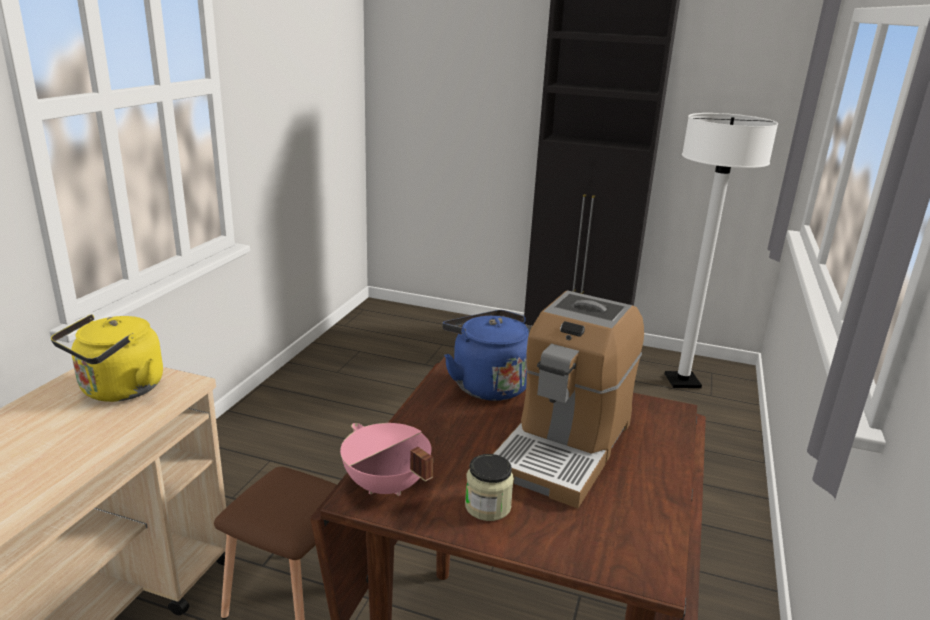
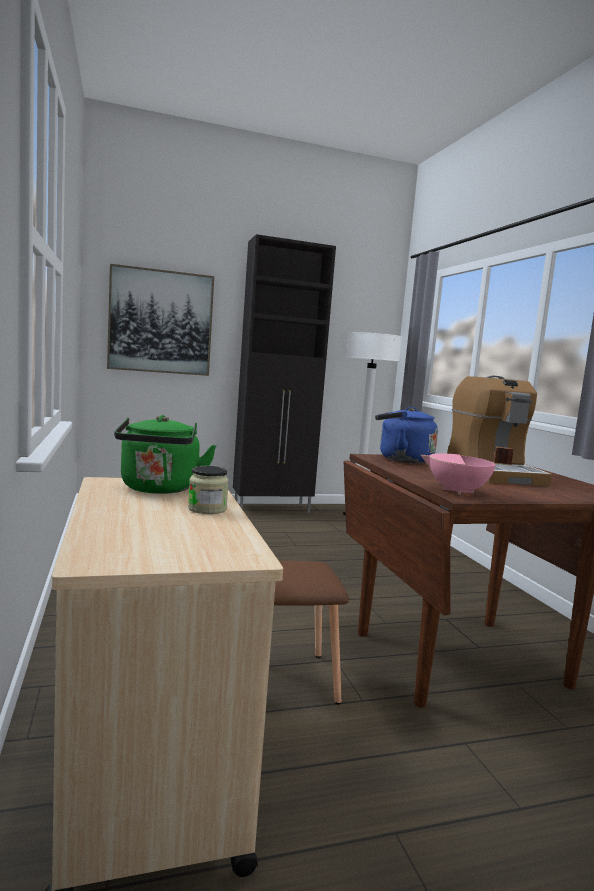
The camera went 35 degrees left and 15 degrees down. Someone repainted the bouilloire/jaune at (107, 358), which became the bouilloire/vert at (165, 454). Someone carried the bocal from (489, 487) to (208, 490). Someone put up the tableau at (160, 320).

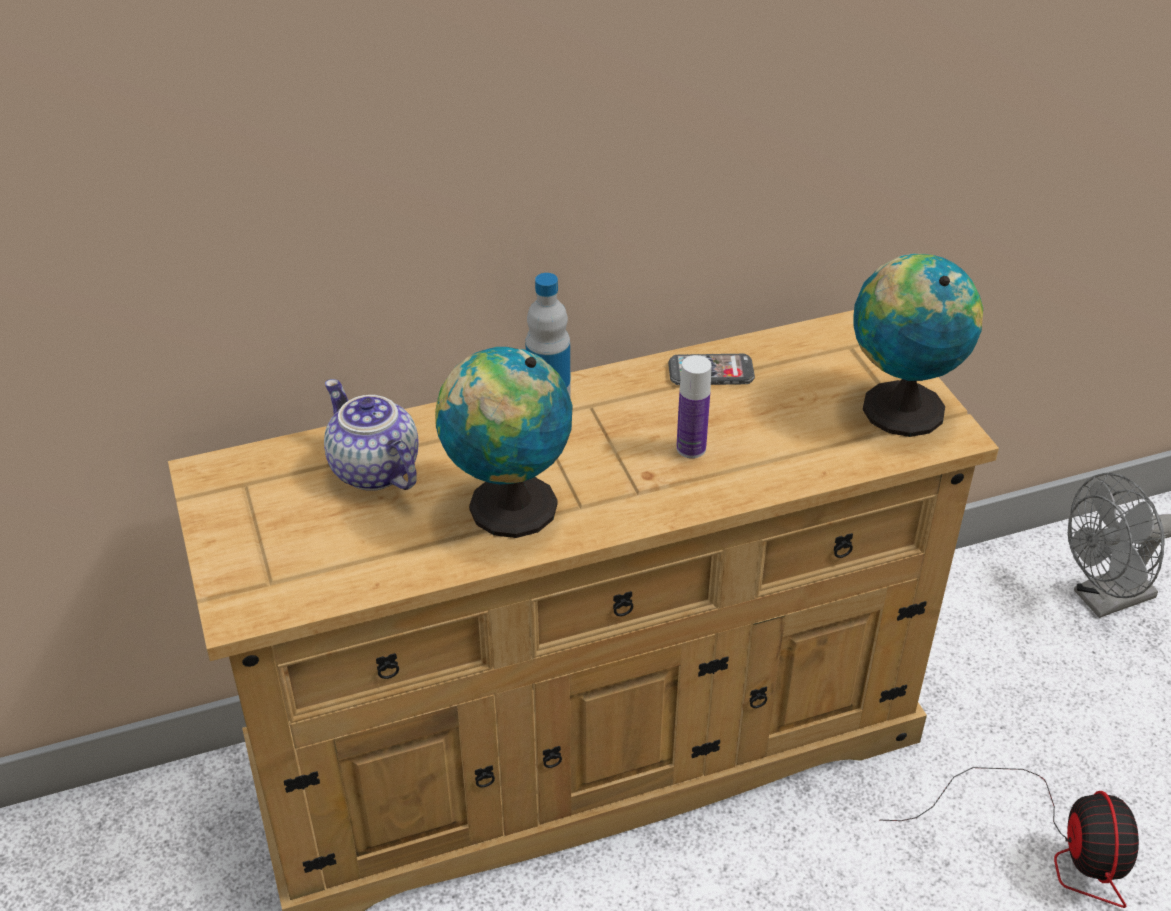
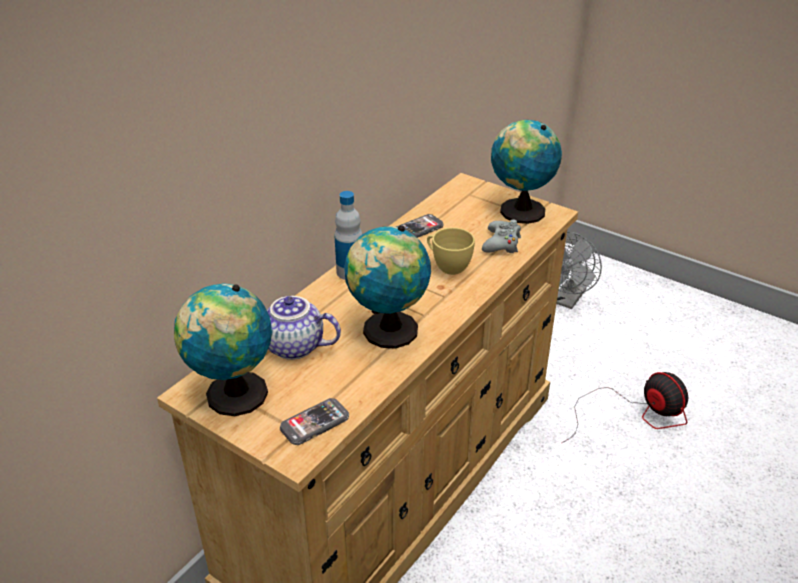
The camera went 35 degrees left and 5 degrees down. Someone swapped the bouteille at (694, 406) for the tasse/jaune at (451, 251). Someone put down the globe at (223, 349). Someone put down the téléphone at (314, 421). Someone put down the manette/gris at (501, 236).

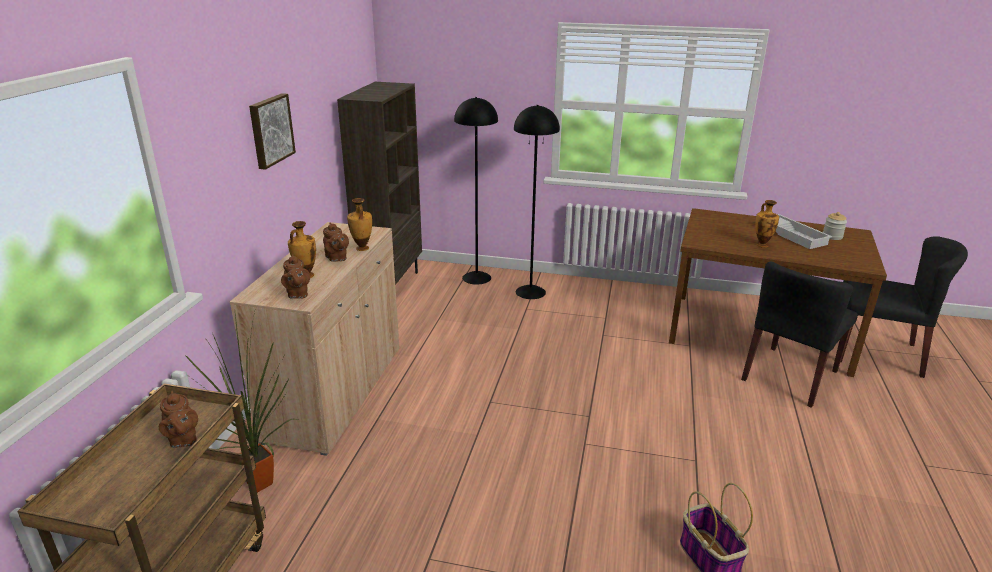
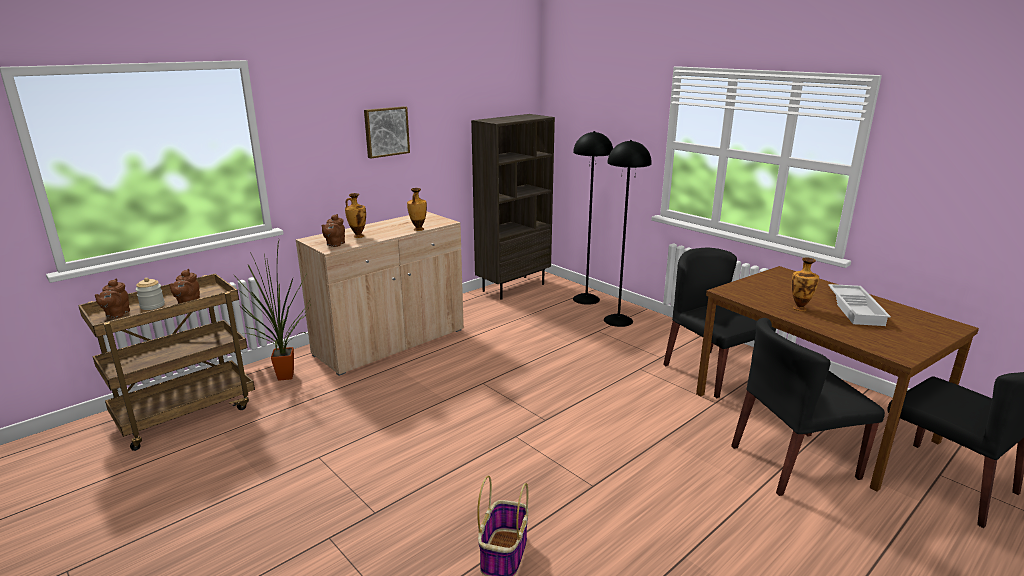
The camera went 35 degrees right and 5 degrees down. Someone carried the théière/marron from (336, 242) to (112, 298). Someone carried the bocal from (835, 226) to (150, 294). Someone put down the chaise/noir at (719, 323).

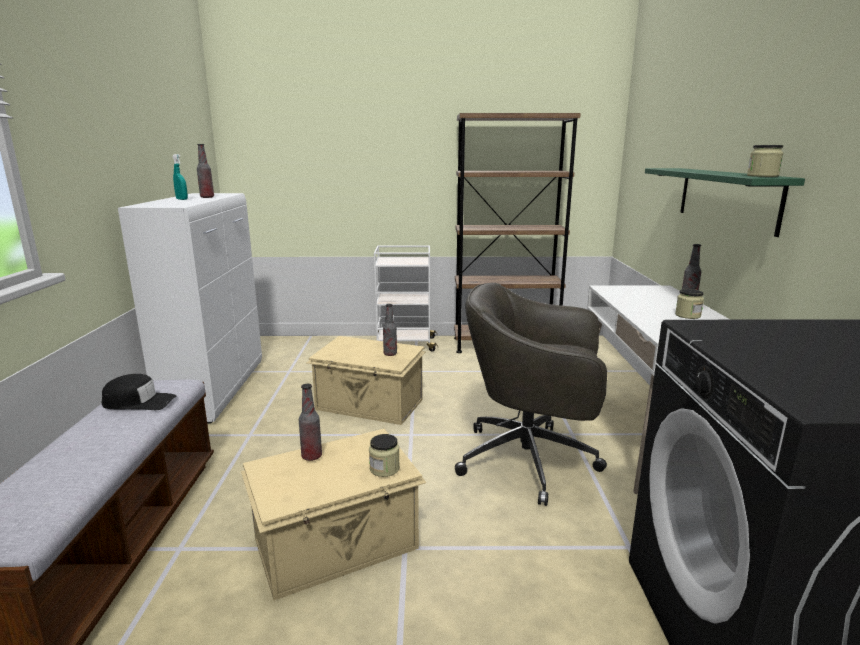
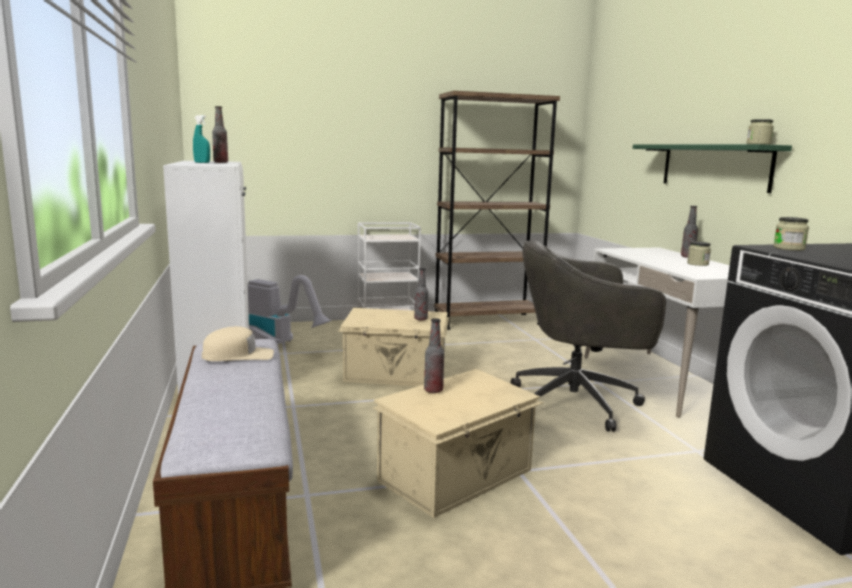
The camera went 15 degrees left and 5 degrees down. Someone repainted the casquette/noir at (139, 392), which became the casquette/beige at (238, 343). Someone carried the bocal from (384, 455) to (791, 234). Someone put down the aspirateur at (290, 309).

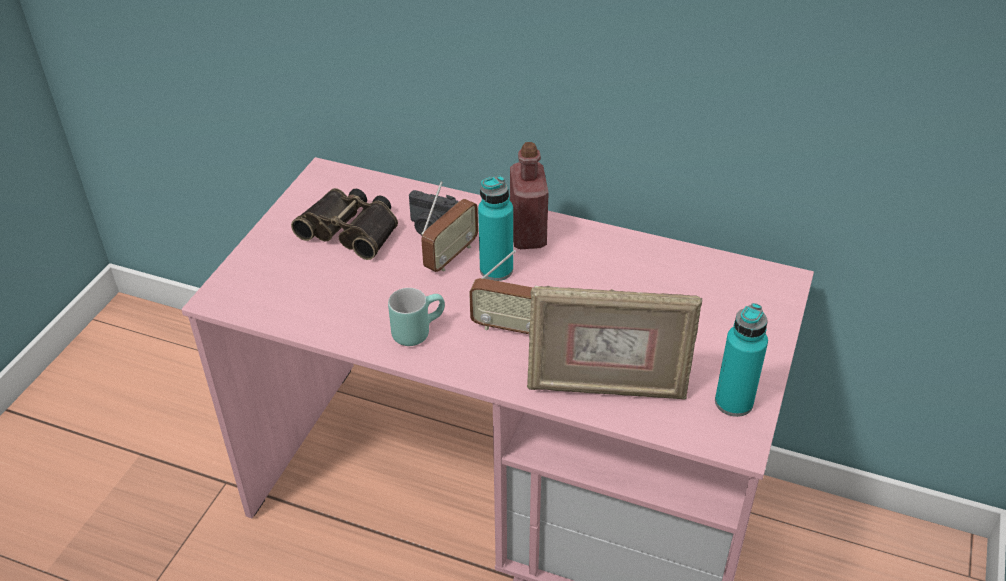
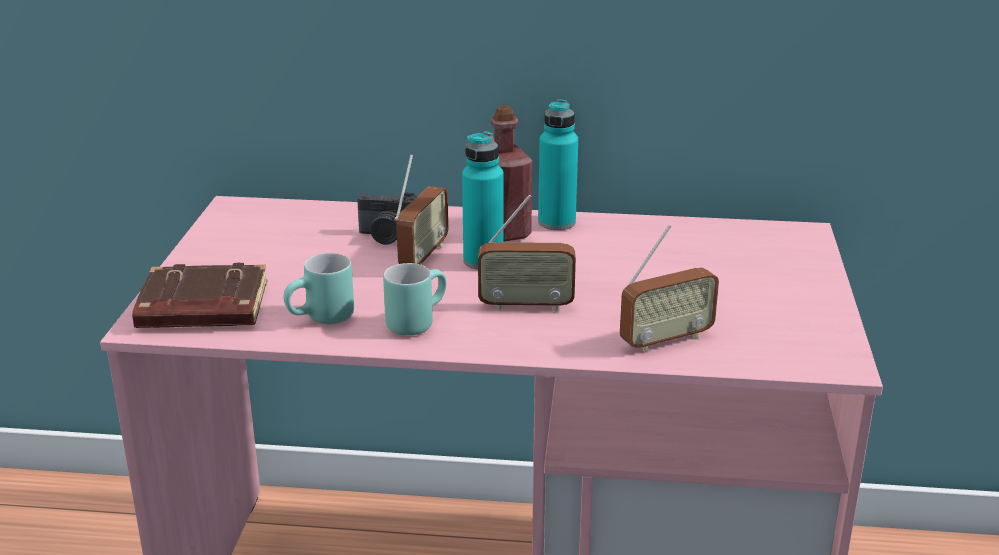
The camera went 15 degrees left and 15 degrees down. Someone took away the jumelles at (344, 224). Someone swapped the cadre photo at (614, 342) for the radio at (669, 289). Someone carried the bouteille/turquoise from (741, 360) to (558, 164). Someone put down the livre/marron at (199, 295). Someone put down the mug/turquoise at (319, 288).

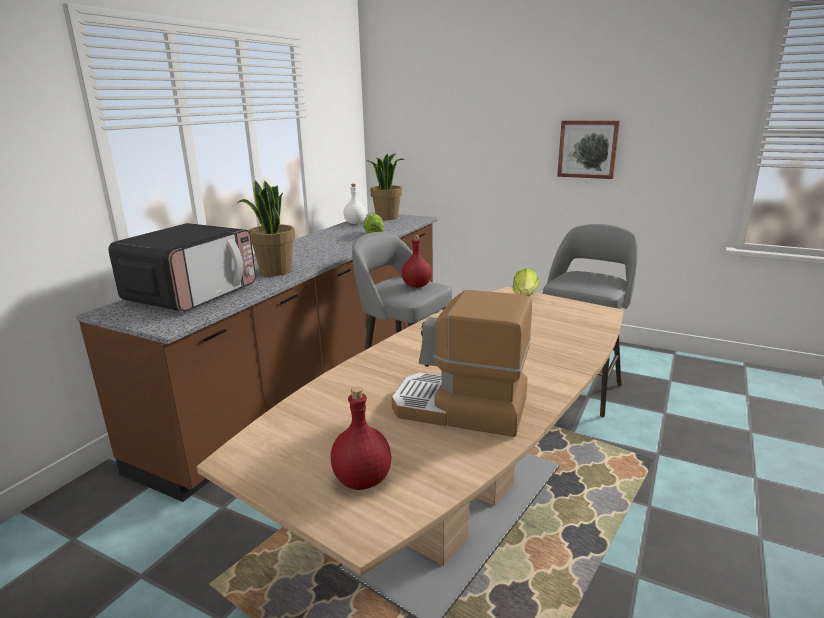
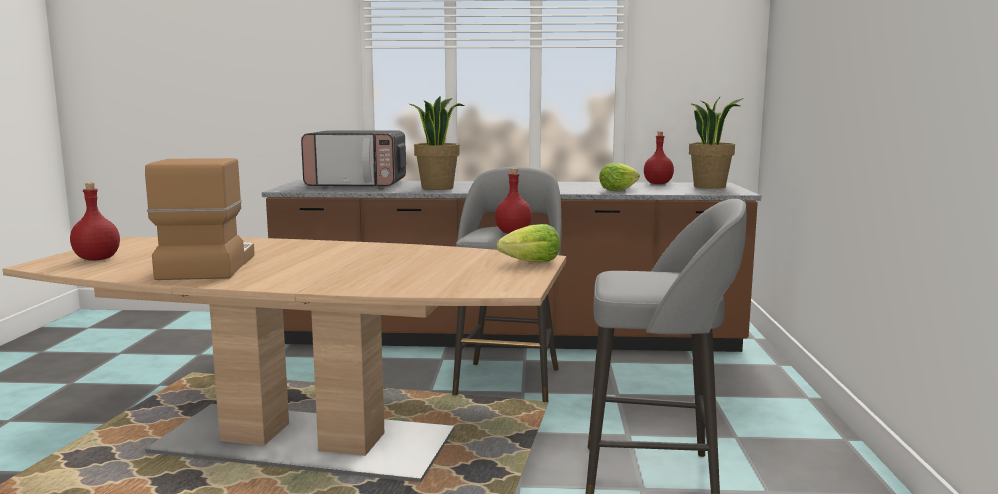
The camera went 65 degrees right and 10 degrees down. Someone repainted the bouteille/blanc at (354, 204), which became the bouteille/rouge at (659, 158). Someone took away the tableau at (588, 150).

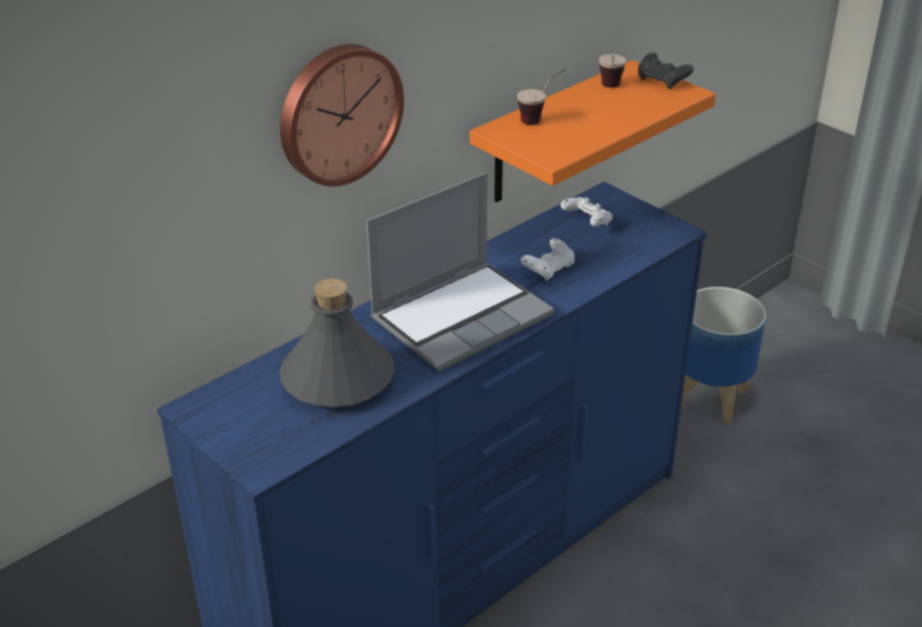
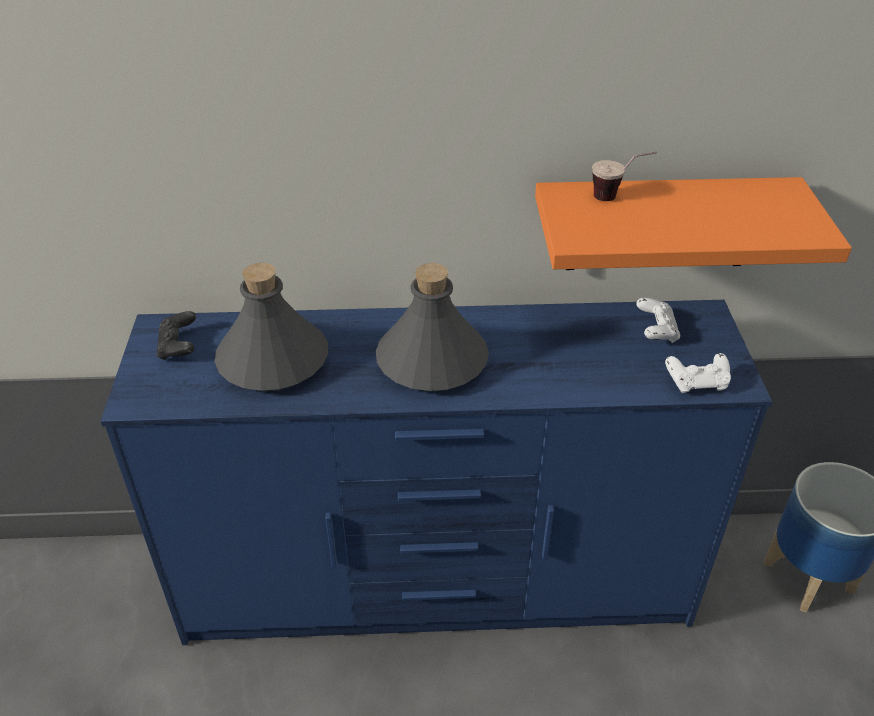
The camera went 40 degrees right and 5 degrees up. Someone took away the horloge murale at (342, 115). Someone swapped the ordinateur portable at (460, 271) for the bouteille/gris at (432, 327). Someone carried the manette/blanc from (548, 259) to (698, 373). Someone took away the tasse at (612, 71). Someone carried the manette/noir from (666, 70) to (176, 335).

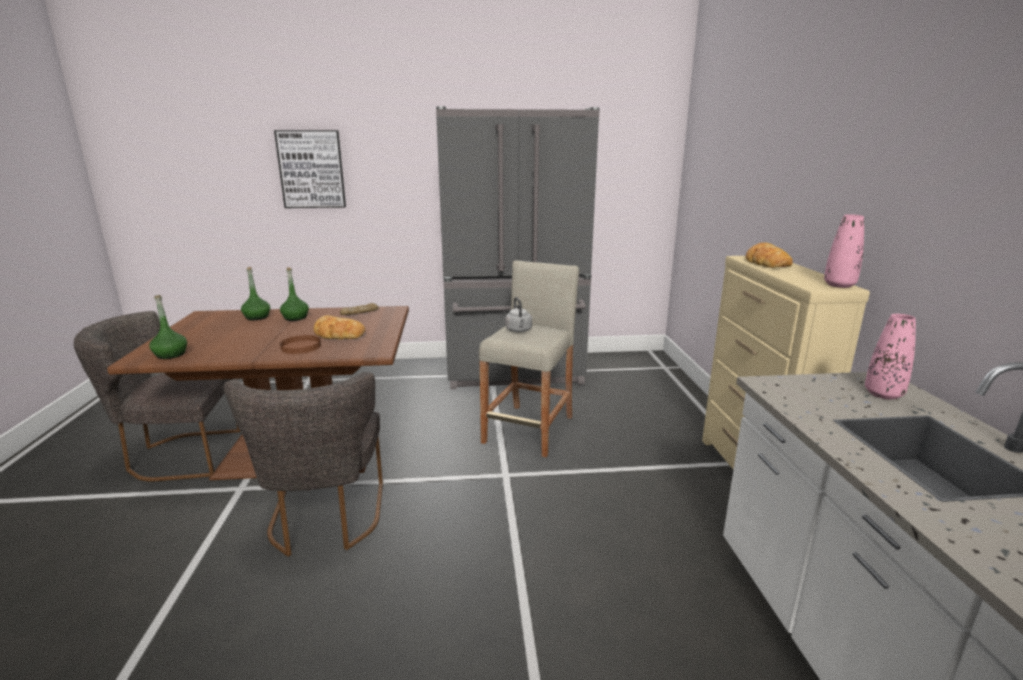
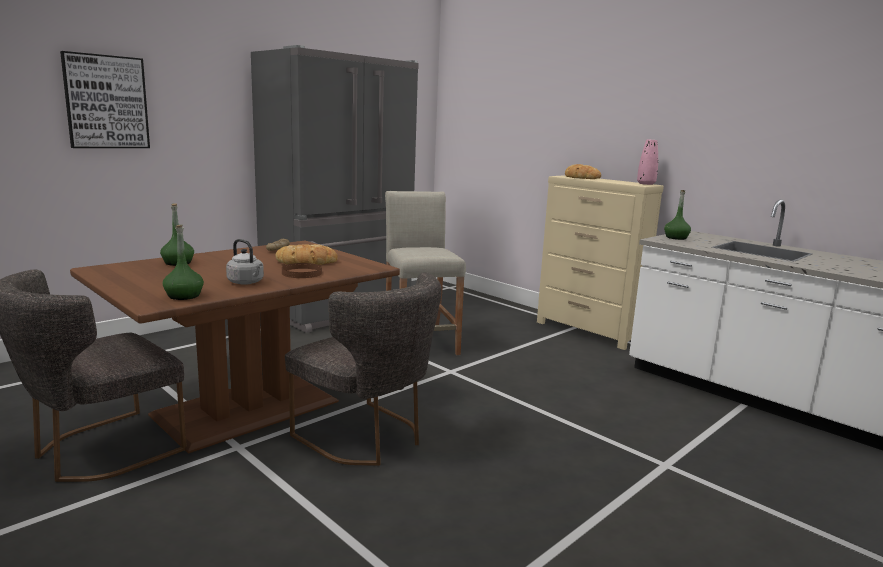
The camera went 40 degrees left and 5 degrees down. Someone carried the bouteille/vert from (294, 294) to (677, 215). Someone carried the bouilloire/gris from (518, 314) to (245, 262). Someone took away the vase/rose at (890, 357).

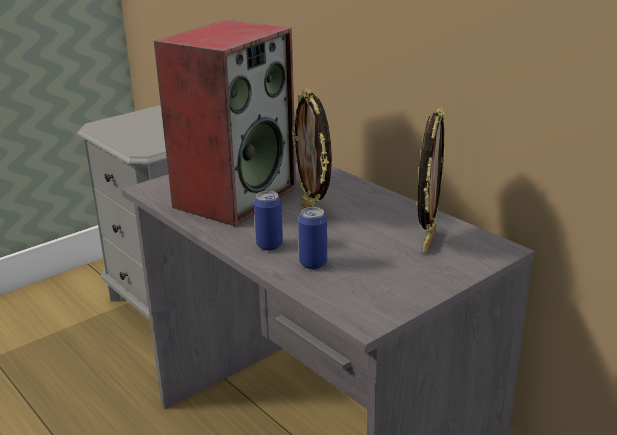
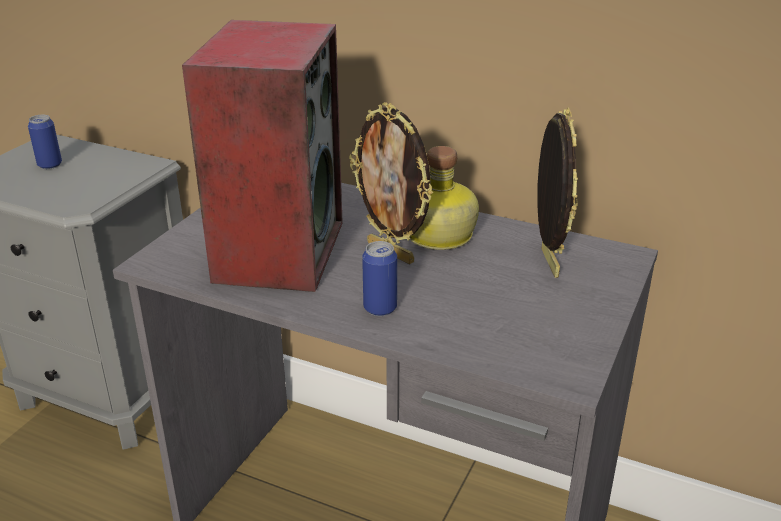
The camera went 25 degrees left and 5 degrees up. Someone carried the boîte métallique from (312, 238) to (45, 142). Someone put down the bouteille at (444, 198).

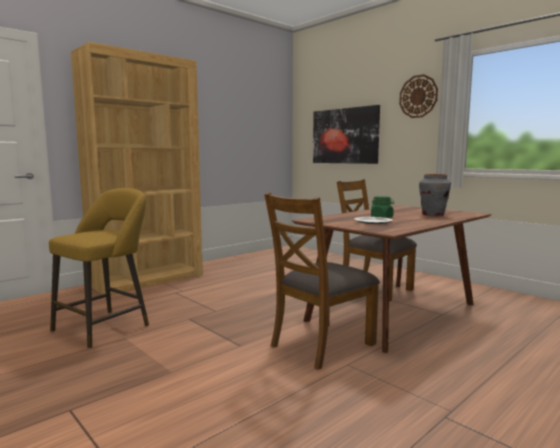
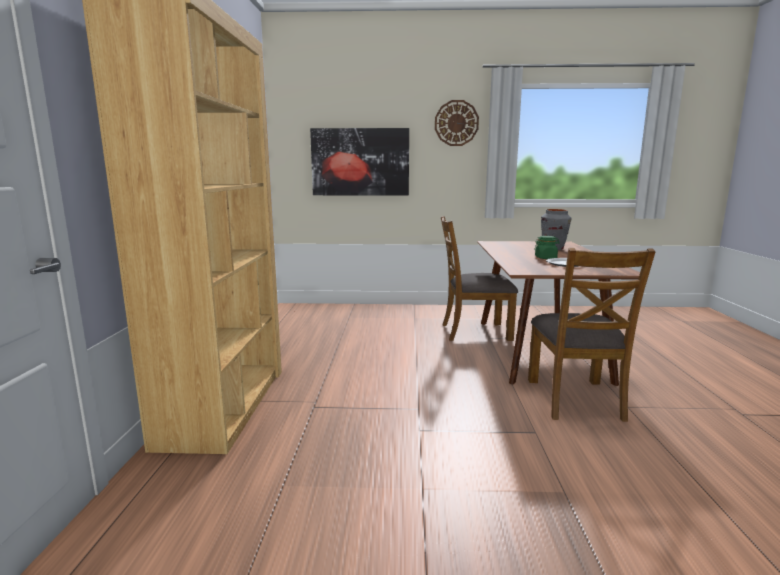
The camera went 45 degrees left and 5 degrees up. Someone took away the tabouret/jaune at (99, 268).

